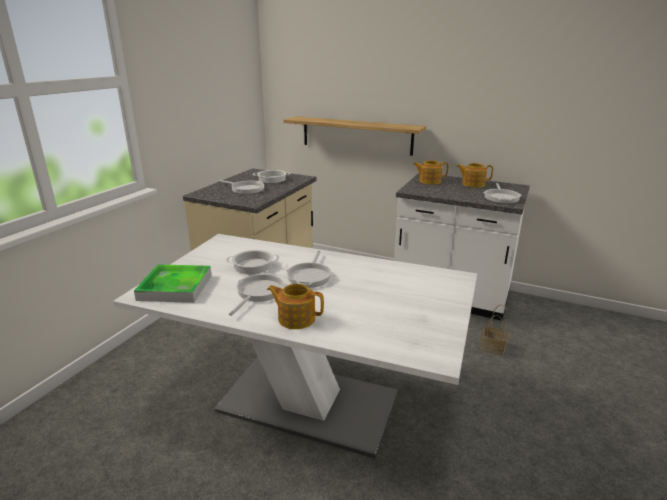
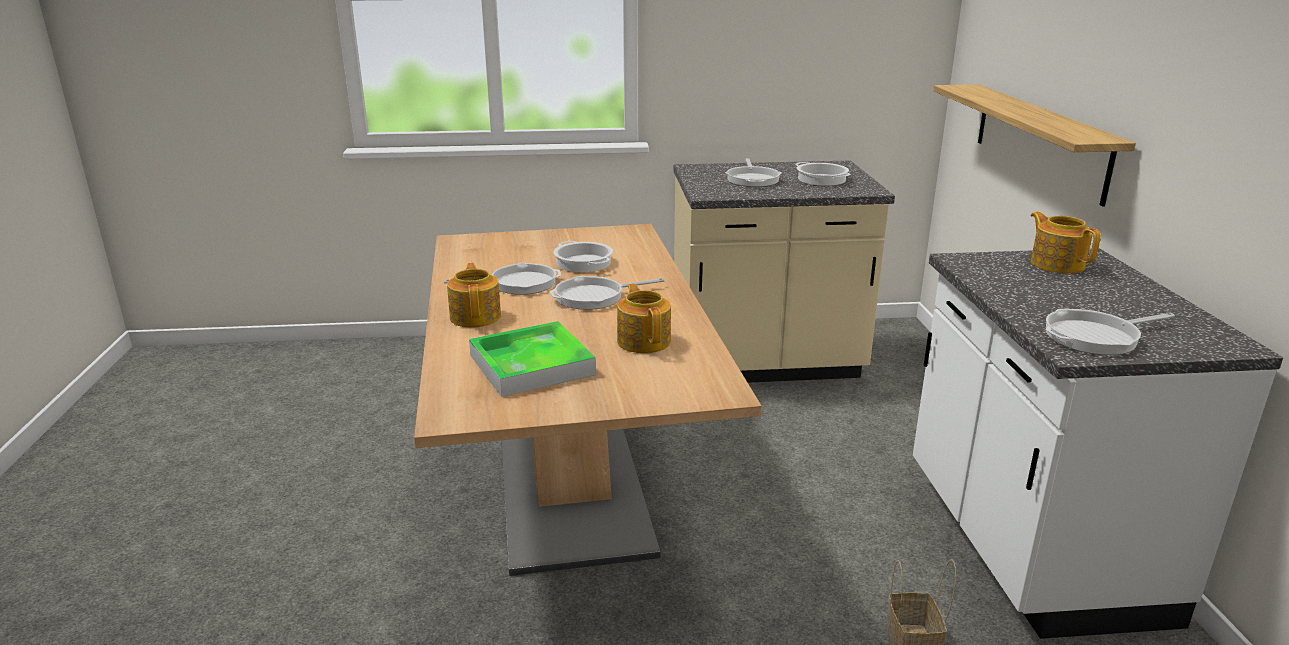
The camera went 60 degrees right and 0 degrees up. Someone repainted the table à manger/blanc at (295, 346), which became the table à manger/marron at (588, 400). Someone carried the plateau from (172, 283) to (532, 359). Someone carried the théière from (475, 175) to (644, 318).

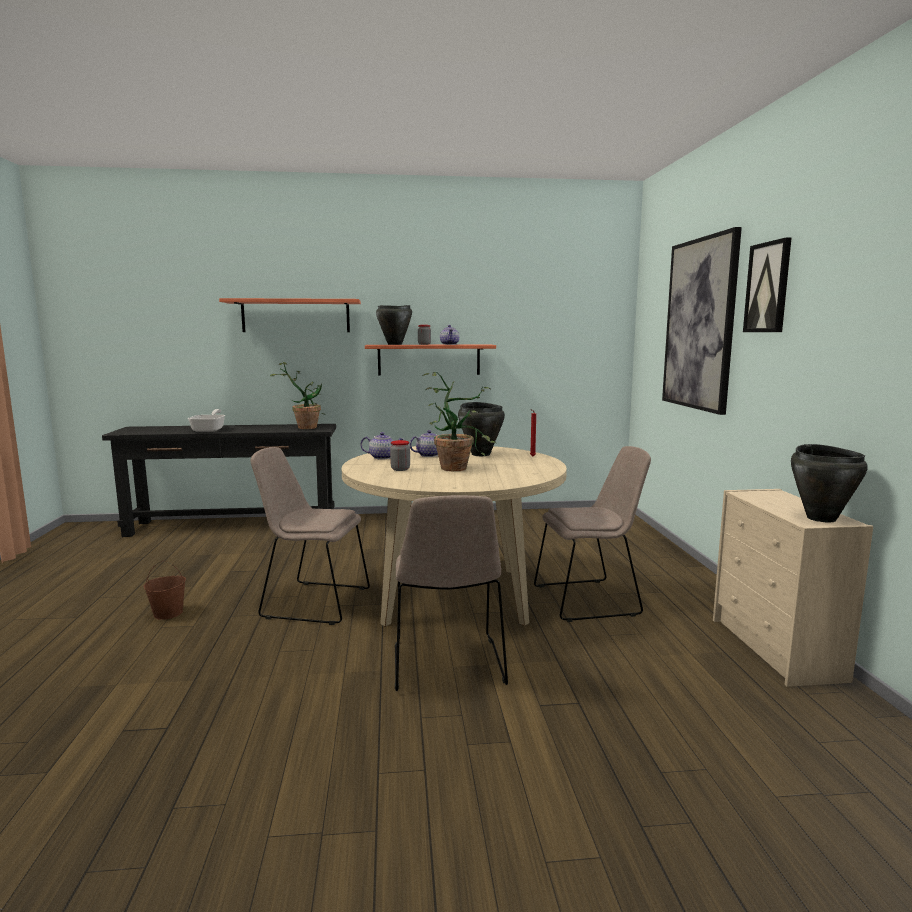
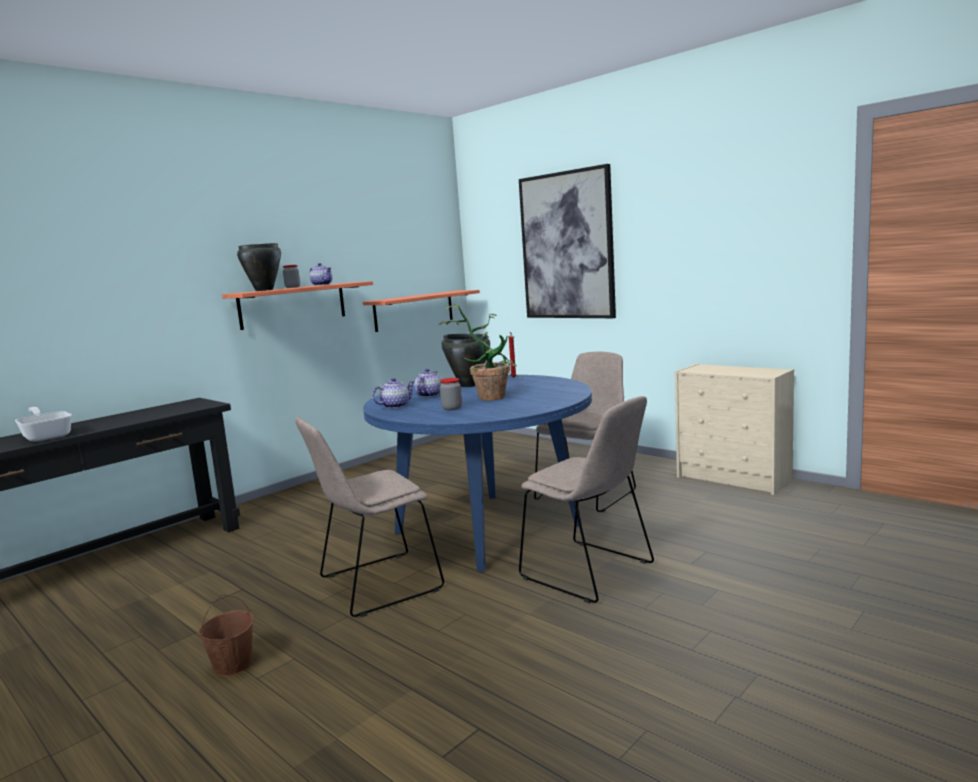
The camera went 40 degrees left and 0 degrees up. Someone carried the étagère from (290, 315) to (421, 311). Someone took away the plante en pot at (297, 395). Someone repainted the table à manger/beige at (454, 536), which became the table à manger/bleu at (477, 473). Someone took away the tableau at (767, 284). Someone took away the marmite/noir at (829, 483).

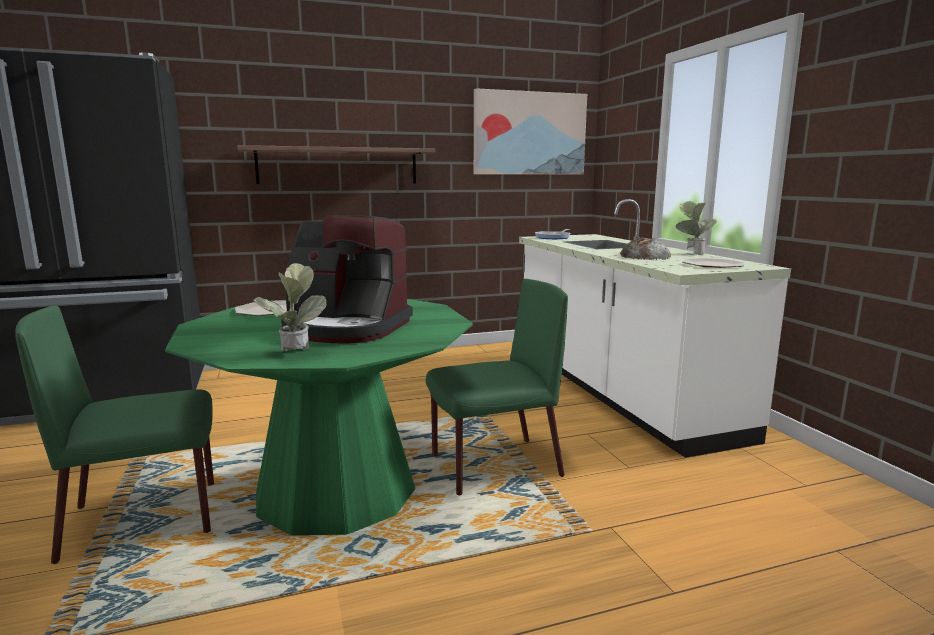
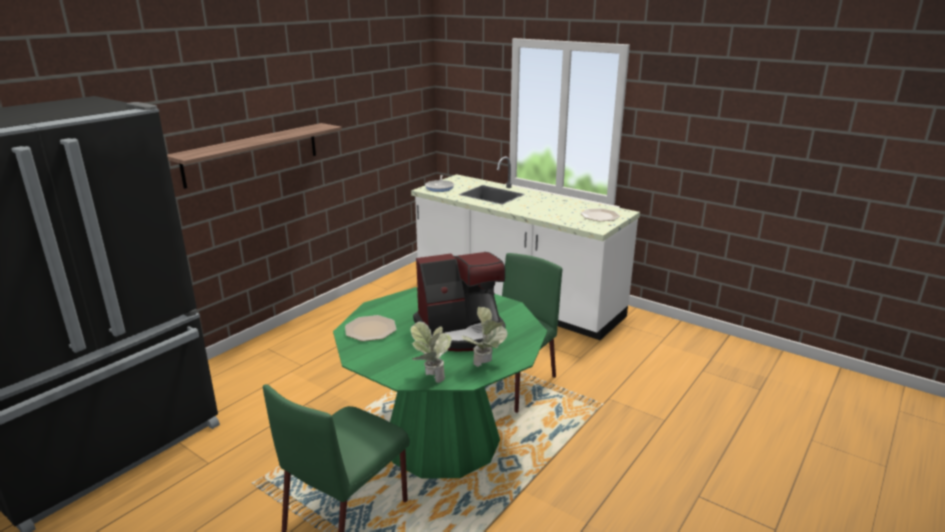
The camera went 35 degrees left and 10 degrees up. Someone took away the tableau at (530, 131). Someone took away the pain at (645, 249). Someone carried the plante en pot from (696, 227) to (431, 352).

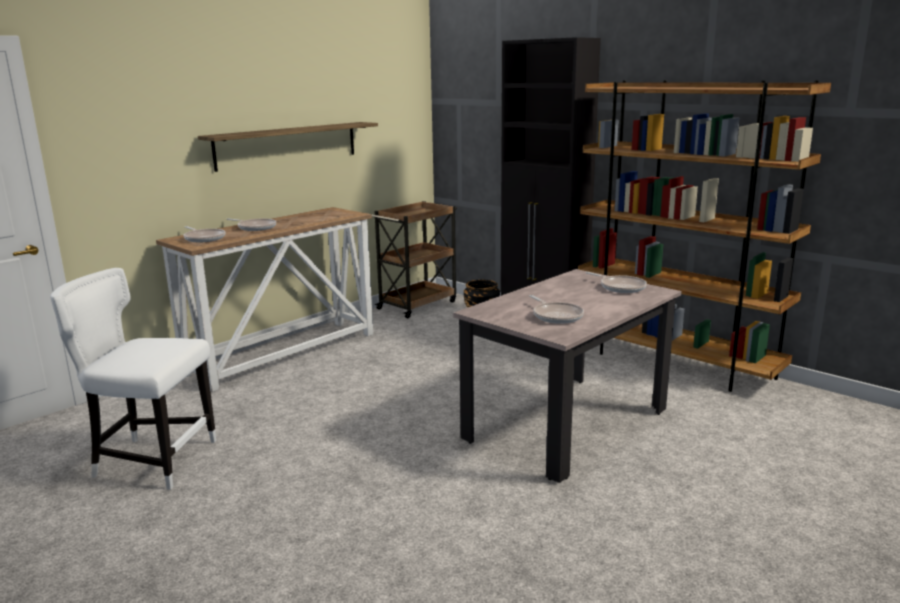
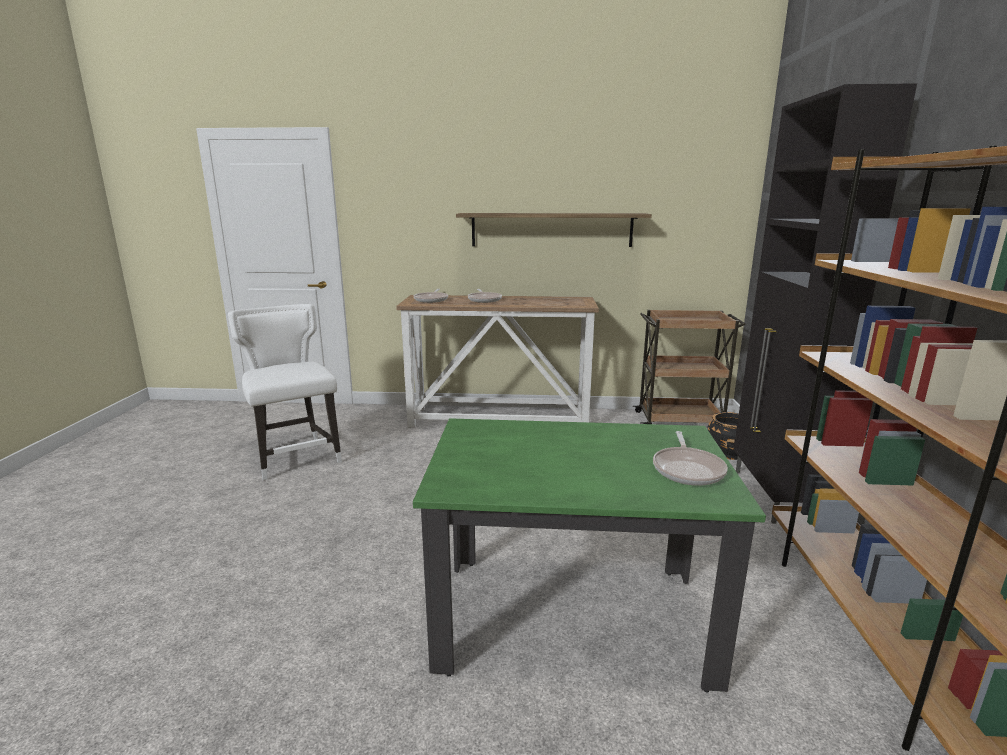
The camera went 50 degrees right and 0 degrees up. Someone repainted the table à manger/beige at (567, 376), which became the table à manger/vert at (589, 555). Someone took away the poêle at (556, 309).

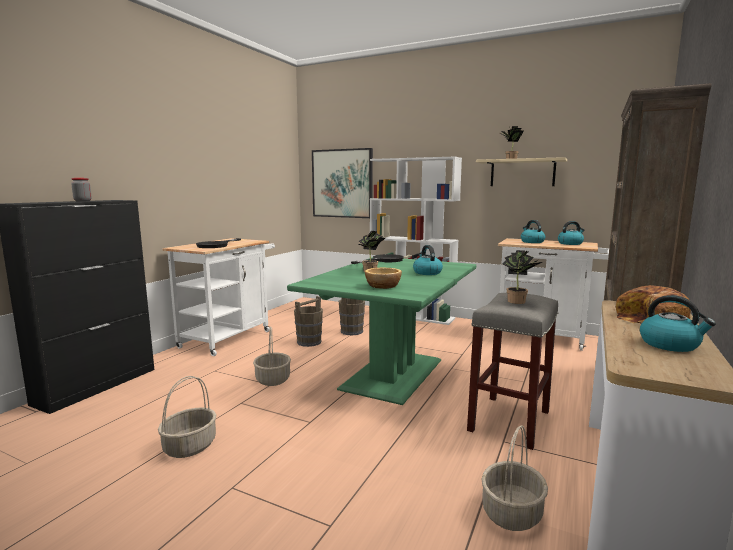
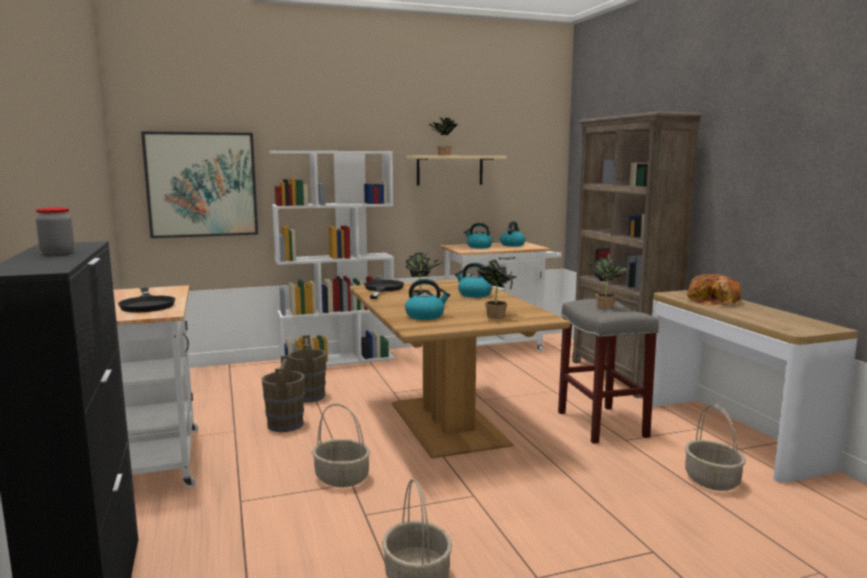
The camera went 45 degrees left and 0 degrees up. Someone repainted the table à manger/vert at (381, 331), which became the table à manger/marron at (460, 368). Someone swapped the bol at (383, 278) for the plante en pot at (497, 289). Someone carried the bouilloire from (678, 323) to (427, 299).

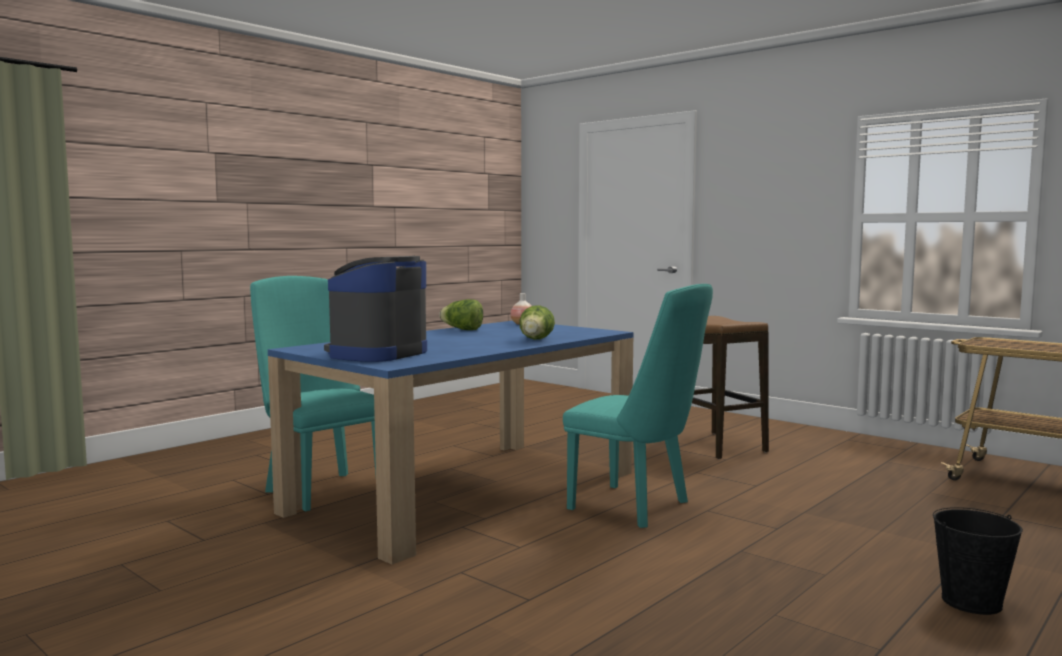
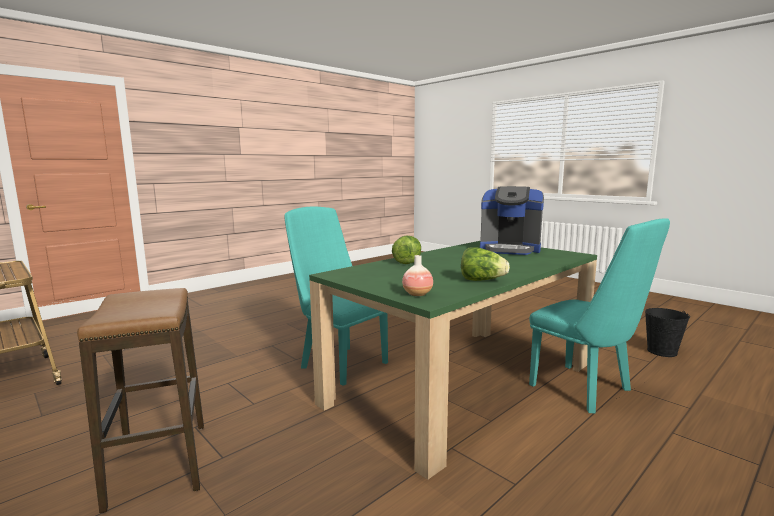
The camera went 175 degrees left and 5 degrees up. Someone repainted the table à manger/bleu at (450, 443), which became the table à manger/vert at (453, 360). Someone rotated the machine à café at (375, 309) by 75 degrees clockwise. Someone carried the seau/noir from (978, 561) to (667, 332).

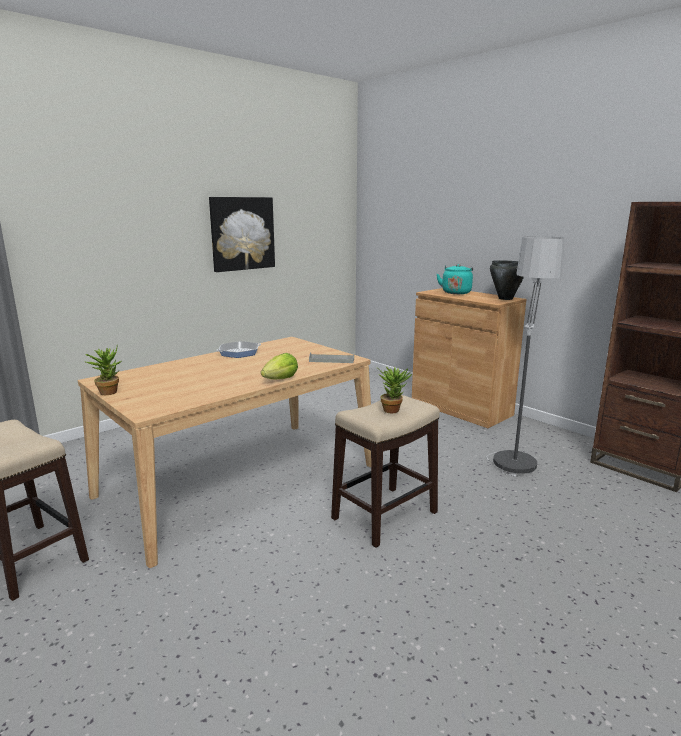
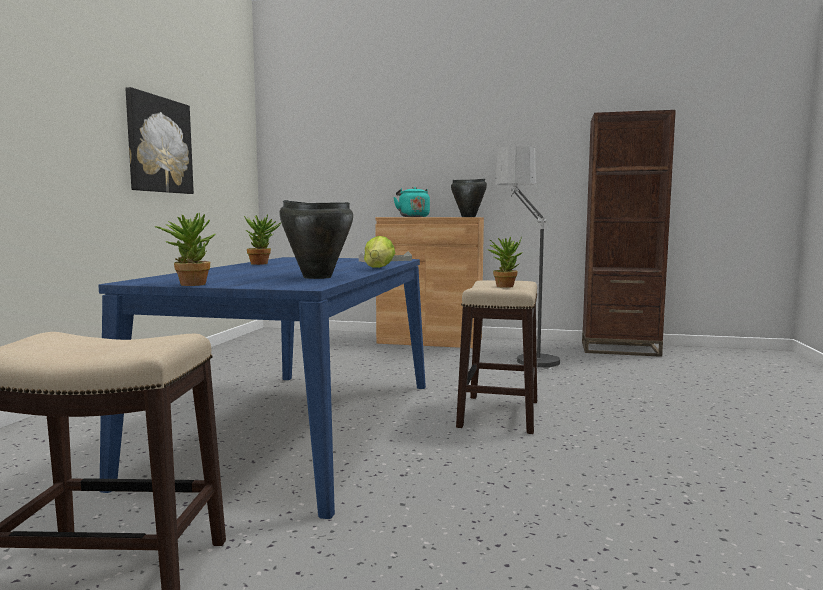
The camera went 35 degrees left and 10 degrees down. Someone repainted the table à manger/beige at (224, 452), which became the table à manger/bleu at (262, 388). Someone swapped the poêle at (238, 349) for the plante en pot at (262, 240). Someone put down the marmite/noir at (316, 239).

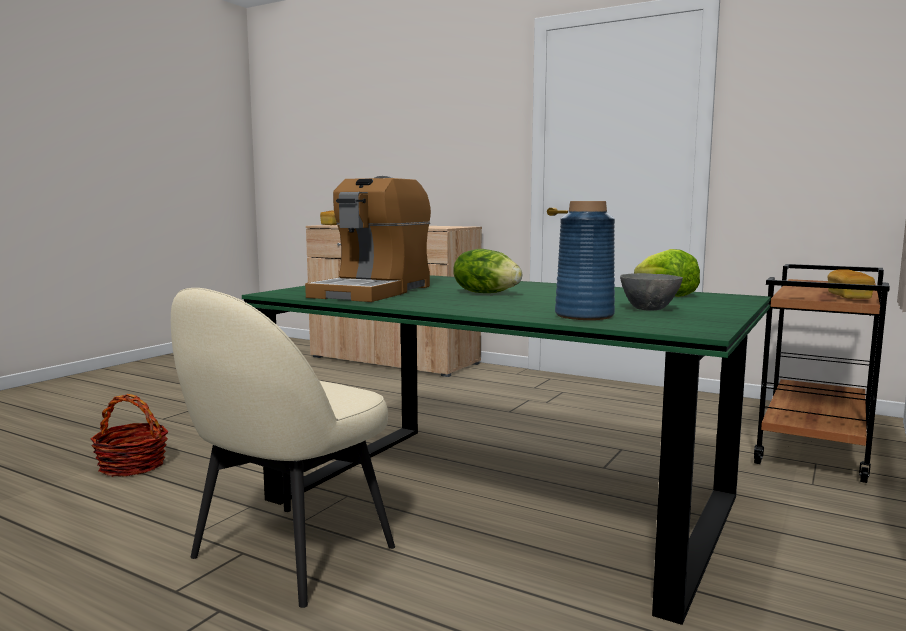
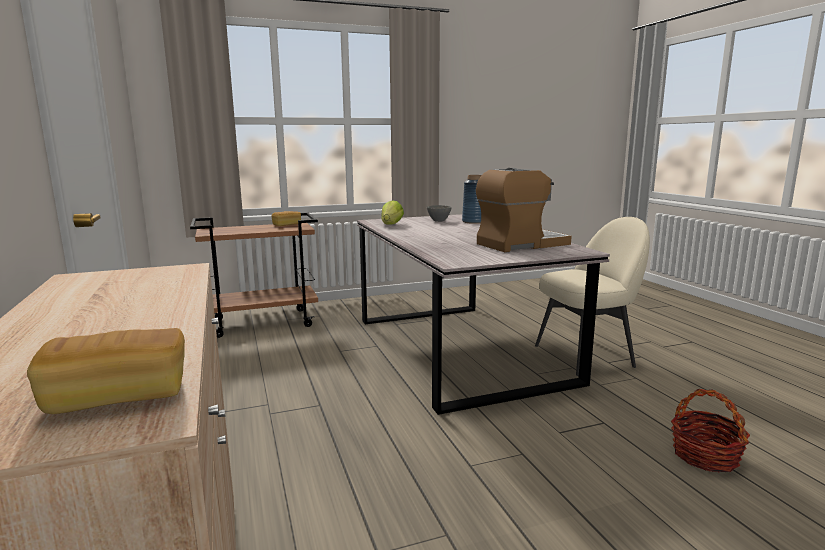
The camera went 140 degrees left and 5 degrees up. Someone repainted the table à manger/vert at (506, 450), which became the table à manger/gris at (483, 314). Someone took away the laitue at (487, 271).

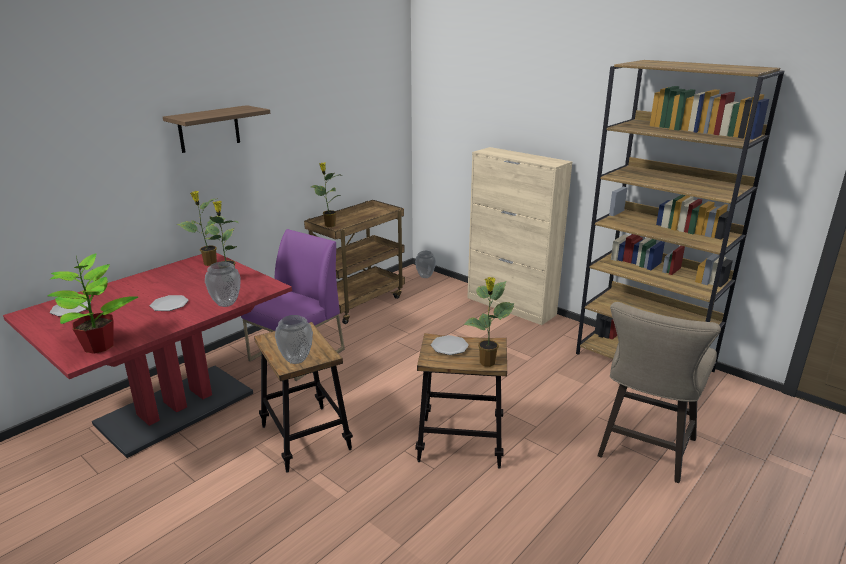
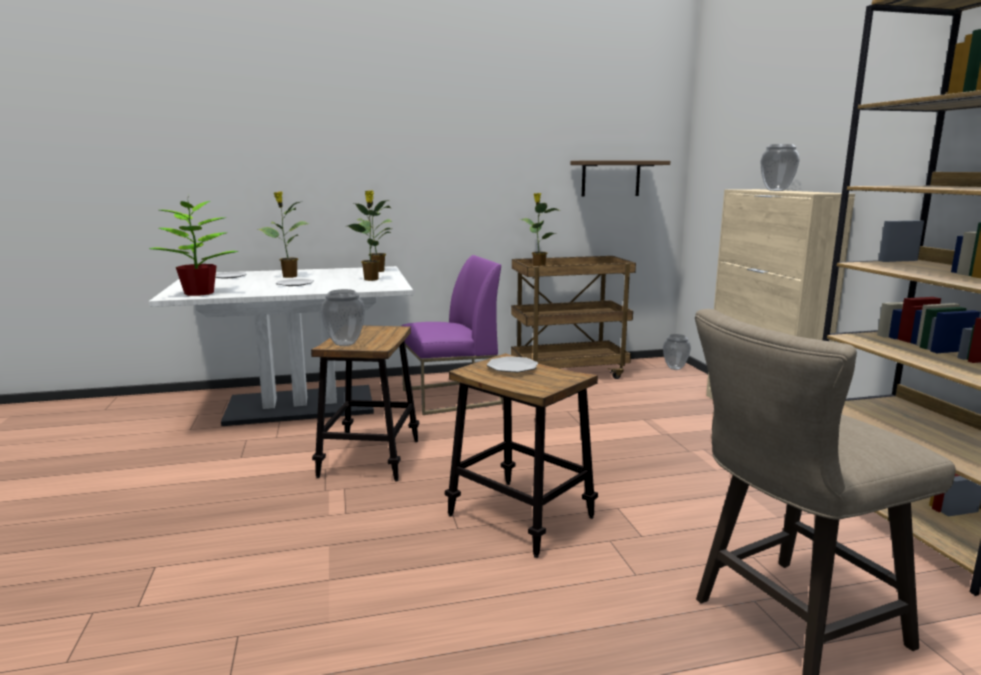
The camera went 35 degrees right and 10 degrees down. Someone repainted the table à manger/rouge at (147, 355), which became the table à manger/blanc at (281, 346). Someone carried the étagère from (216, 129) to (620, 178). Someone carried the vase from (223, 284) to (780, 167). Someone carried the plante en pot from (489, 322) to (284, 234).

